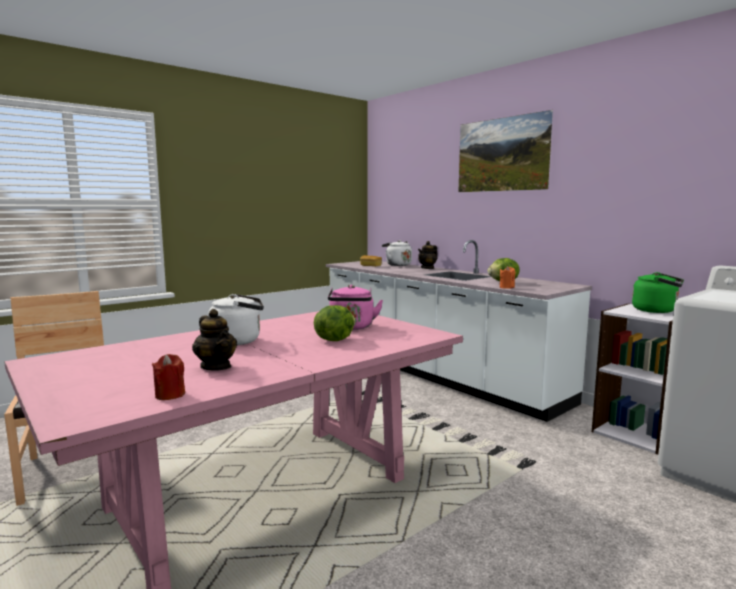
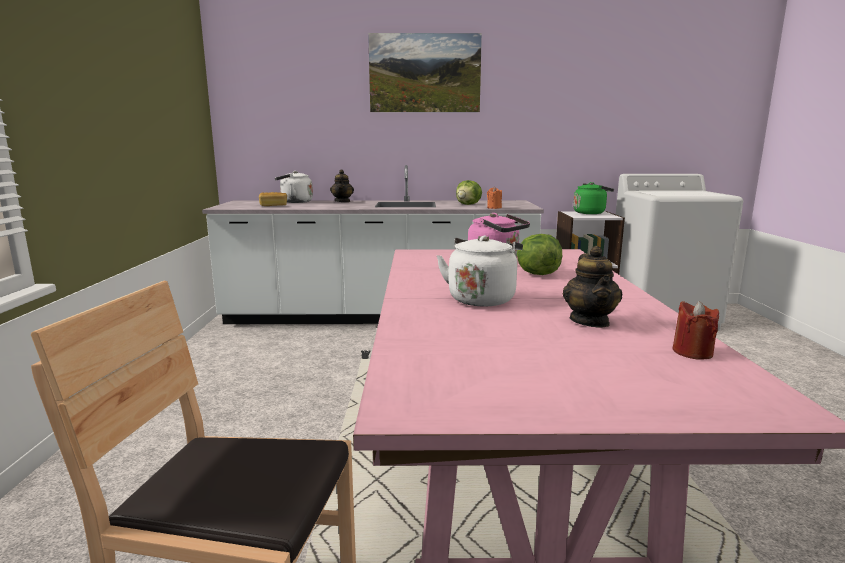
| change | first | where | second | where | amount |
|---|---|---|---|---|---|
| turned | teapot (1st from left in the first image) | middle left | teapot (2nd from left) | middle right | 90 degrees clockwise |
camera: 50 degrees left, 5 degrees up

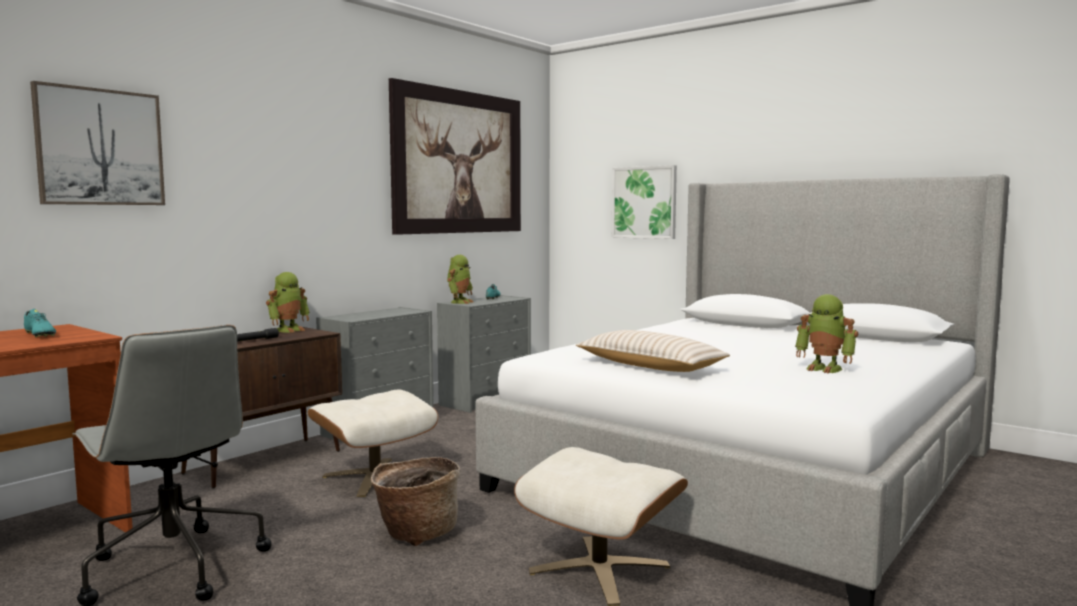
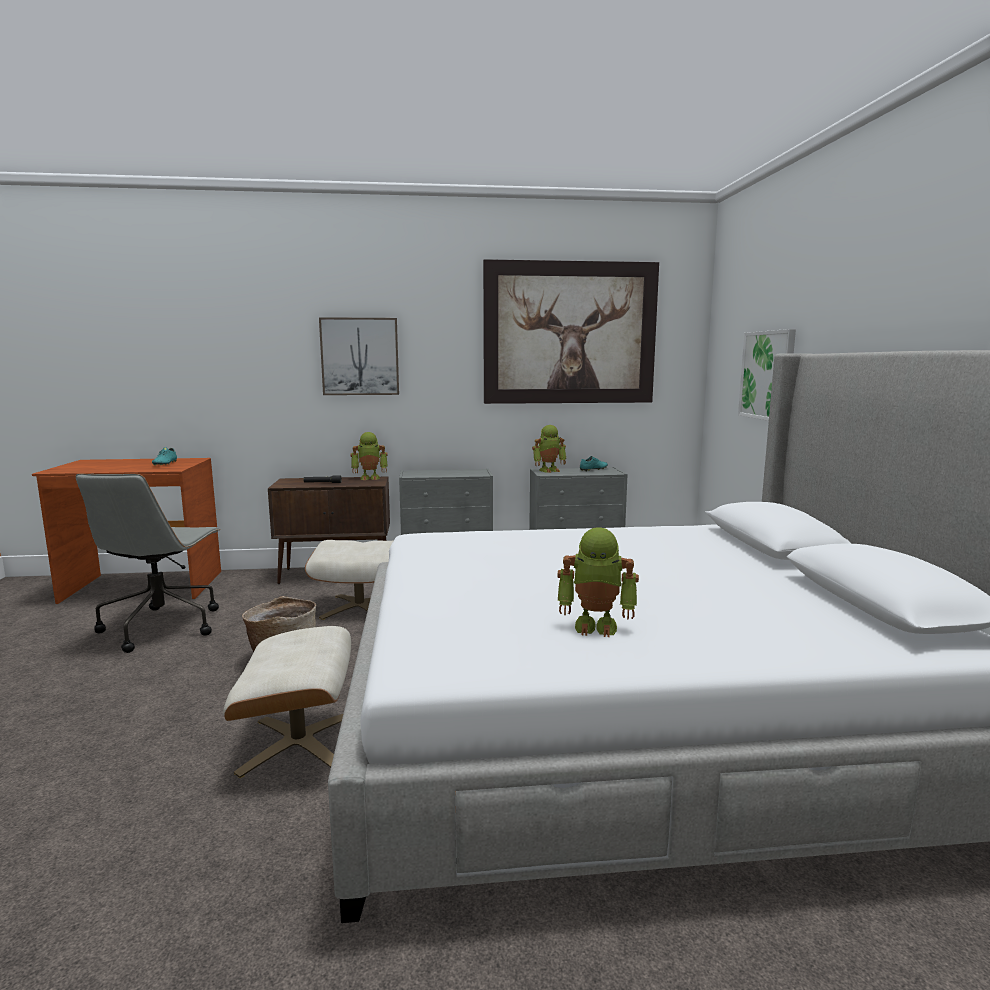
| change | first | where | second | where | amount |
|---|---|---|---|---|---|
| moved | wall art (1st from left) | top left |  | centre |  |
| removed | pillow/beige | centre |  |  |  |
| turned | model robot (3rd from left) | middle right |  | centre | 75 degrees counterclockwise |
camera: 45 degrees right, 5 degrees up

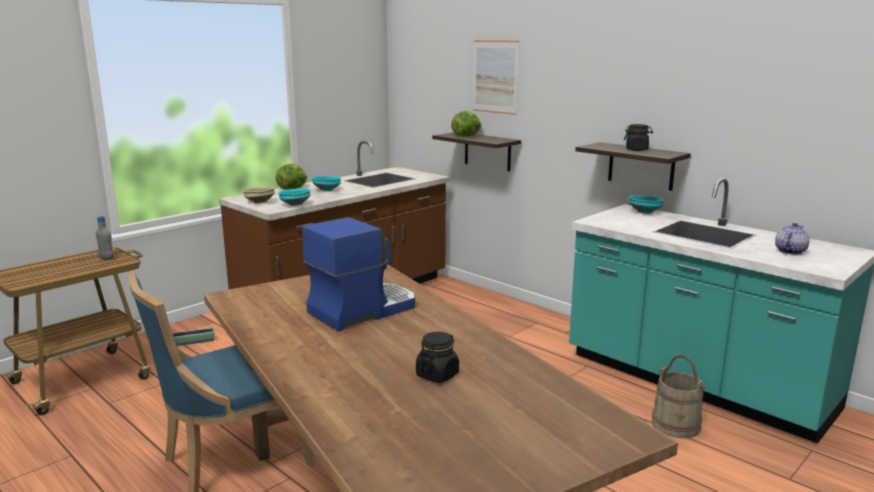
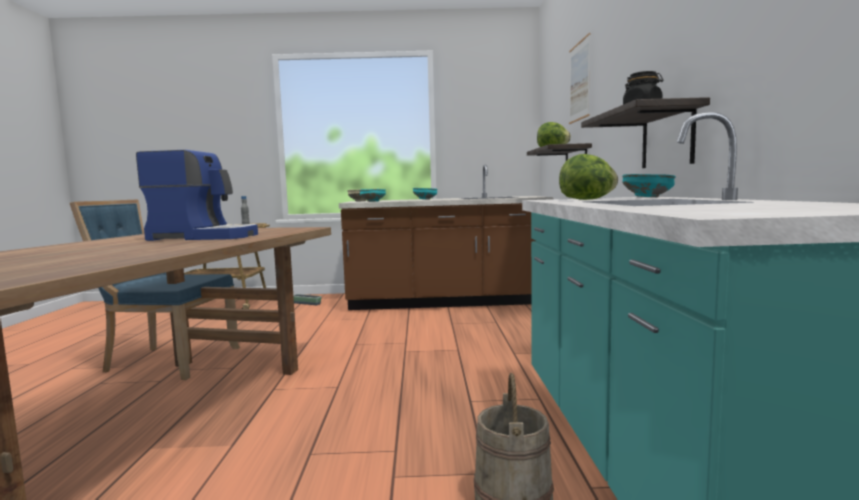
| change | first | where | second | where | amount |
|---|---|---|---|---|---|
| moved | lettuce head (1st from left in the first image) | middle left | lettuce head (2nd from left) | middle right |  |
| removed | jar/black-coloured (1st from left) | bottom centre |  |  |  |
| removed | teapot | middle right |  |  |  |
camera: 45 degrees right, 10 degrees down

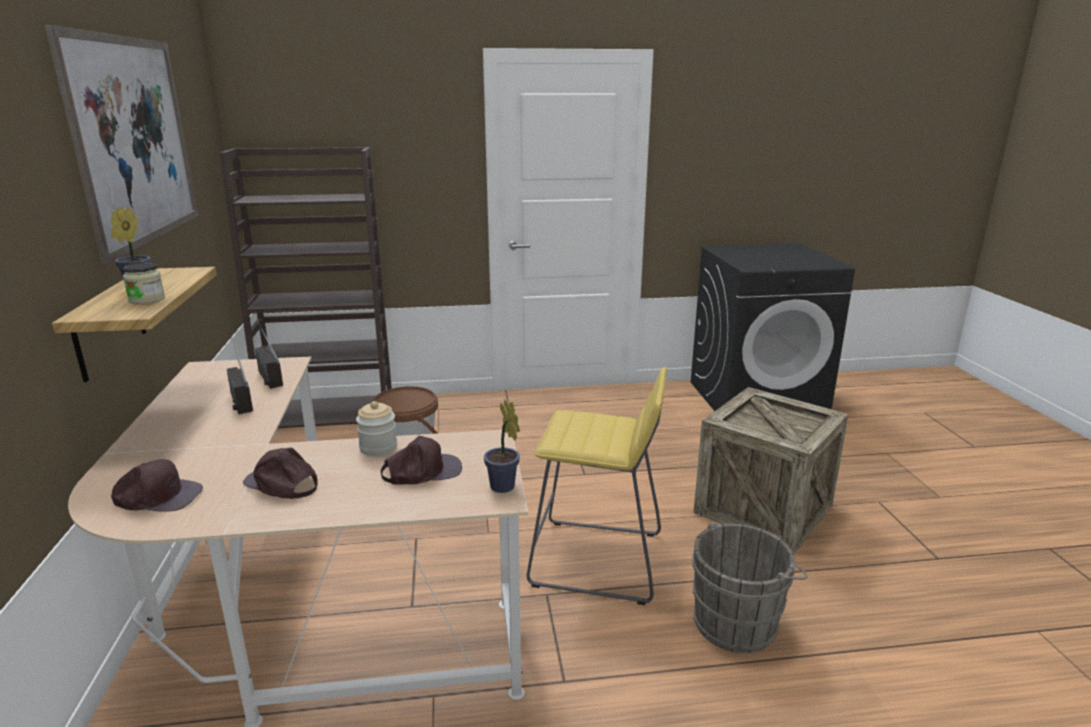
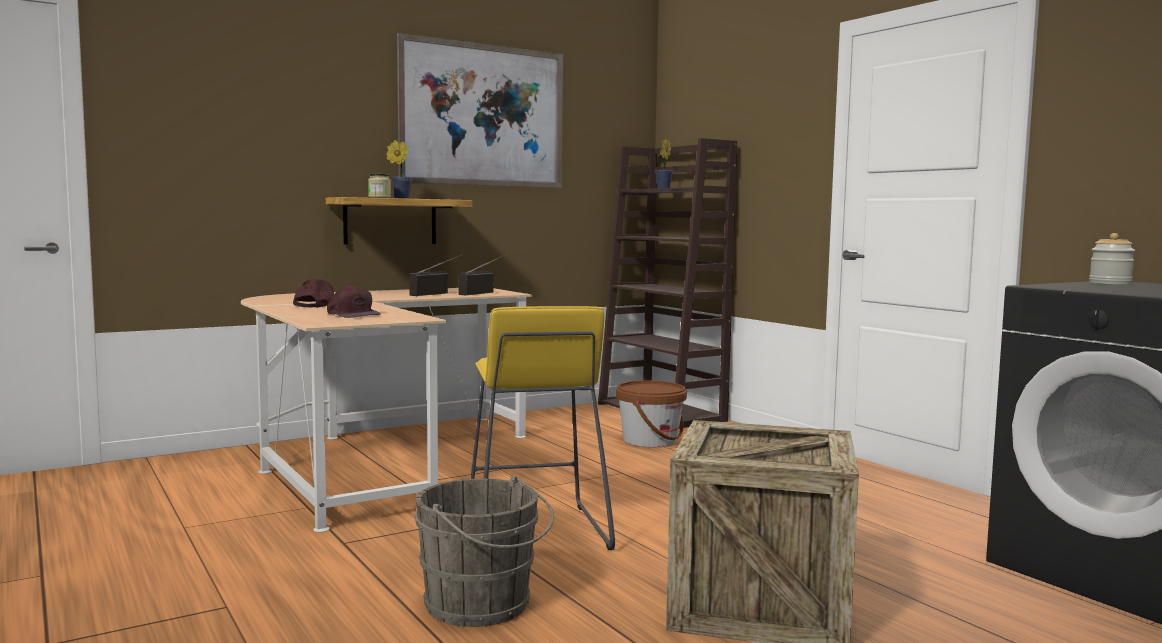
| change | first | where | second | where | amount |
|---|---|---|---|---|---|
| removed | cap/brown-coloured (1st from left) | bottom left |  |  |  |
| moved | jar (2nd from left) | centre |  | middle right |  |
| moved | potted plant (2nd from left) | centre |  | top centre |  |
camera: 65 degrees right, 15 degrees down

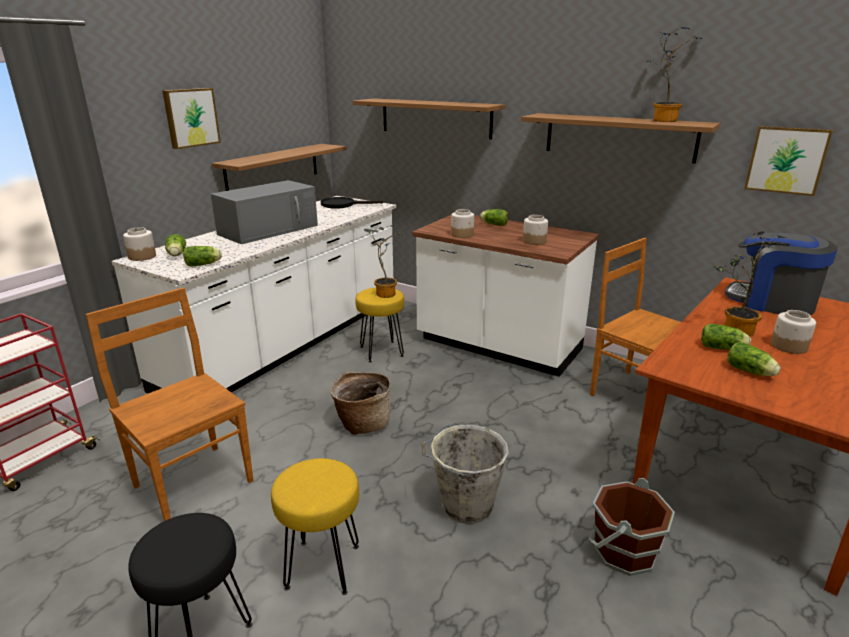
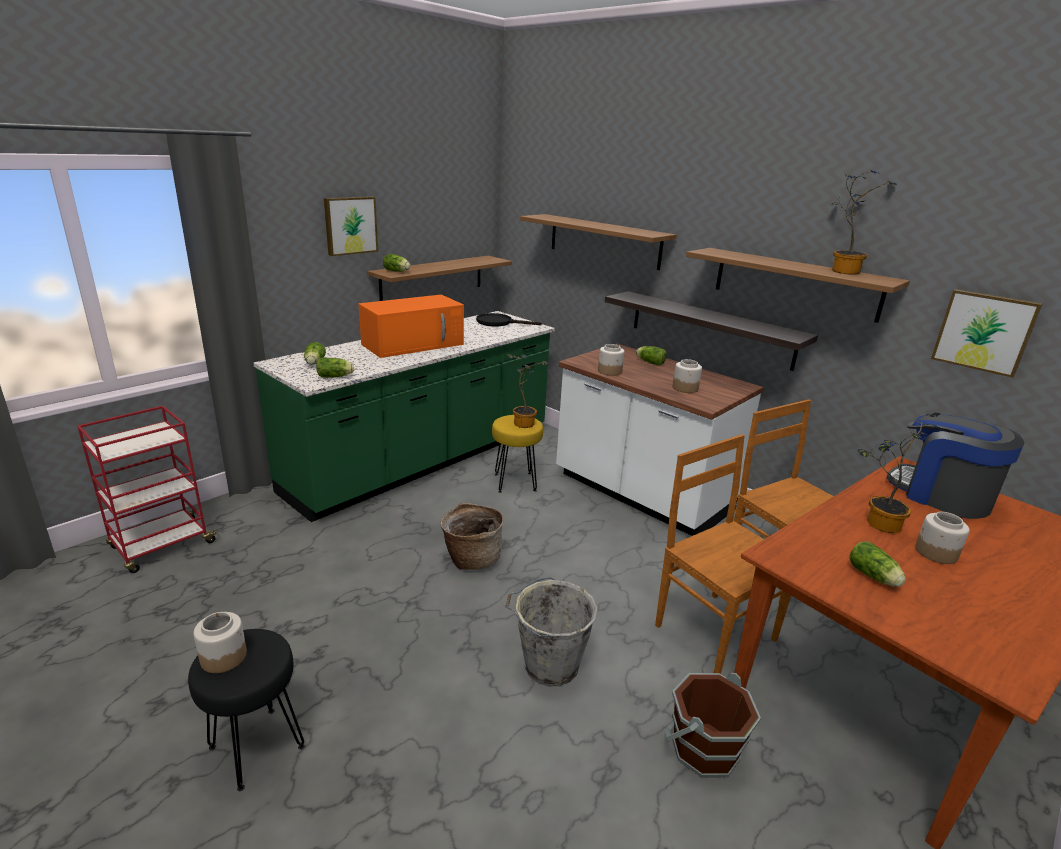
| change | first | where | second | where | amount |
|---|---|---|---|---|---|
| moved | plain chair/brown-coloured (1st from left) | middle left |  | middle right |  |
| recoloured | kitchen counter/white-coloured (1st from left) | middle left | kitchen counter/greenish | centre |  |
| moved | jar (1st from left) | middle left |  | bottom left |  |
| recoloured | microwave oven/greyish | top left | microwave oven/orangey | centre |  |
| removed | stool seat/yellow (1st from left) | bottom centre |  |  |  |
| moved | lettuce head (4th from left in the first image) | middle right | lettuce head (3rd from left) | top centre |  |
| added |  |  | shelf (3rd from left) | middle right |  |
camera: 10 degrees right, 0 degrees up

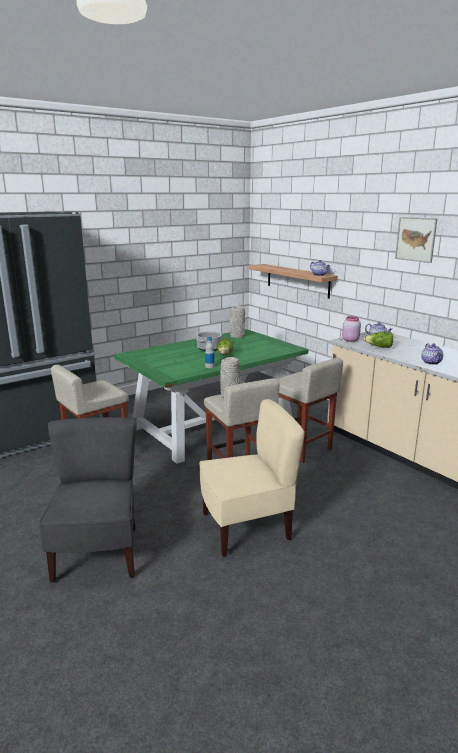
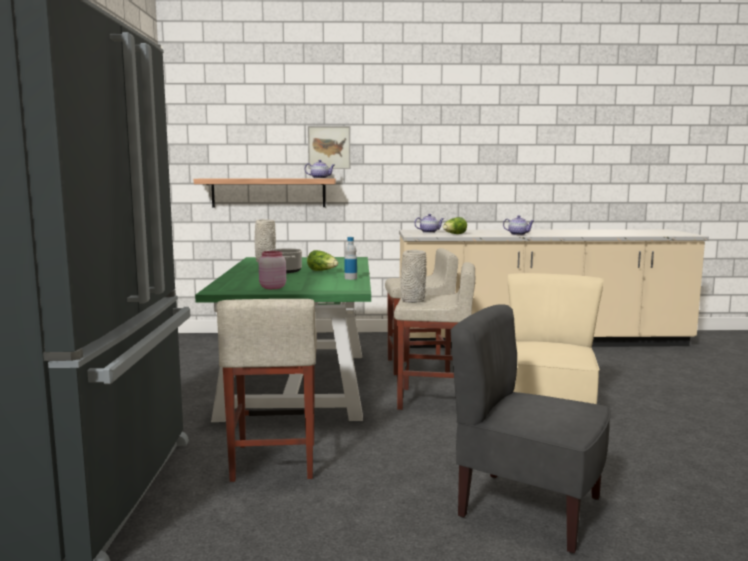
| change | first | where | second | where | amount |
|---|---|---|---|---|---|
| moved | jar/pink | middle right |  | centre |  |
| moved | wall art | top right |  | top centre |  |
camera: 55 degrees left, 10 degrees down

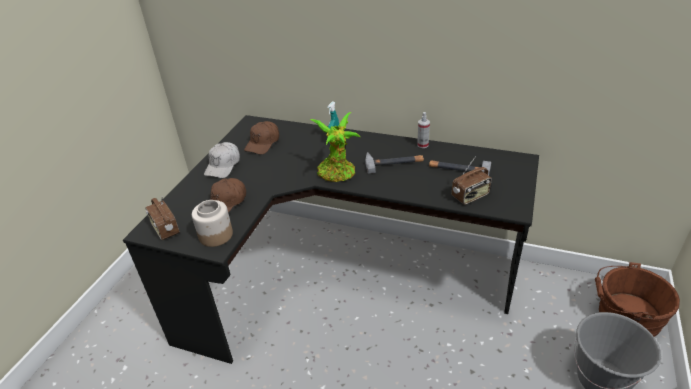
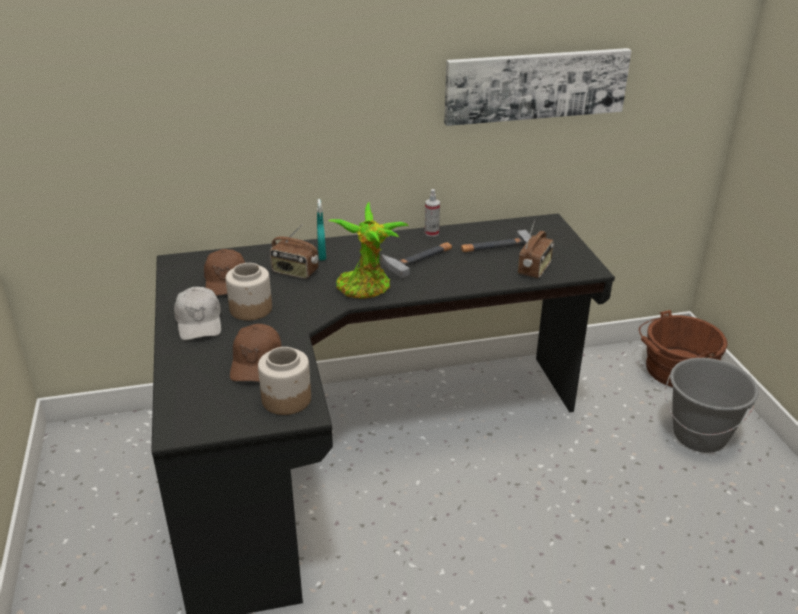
| change | first | where | second | where | amount |
|---|---|---|---|---|---|
| moved | radio (1st from left) | middle left |  | centre |  |
| added |  |  | jar (1st from left) | middle left |  |
| added |  |  | wall art | top right |  |
camera: 35 degrees left, 5 degrees down

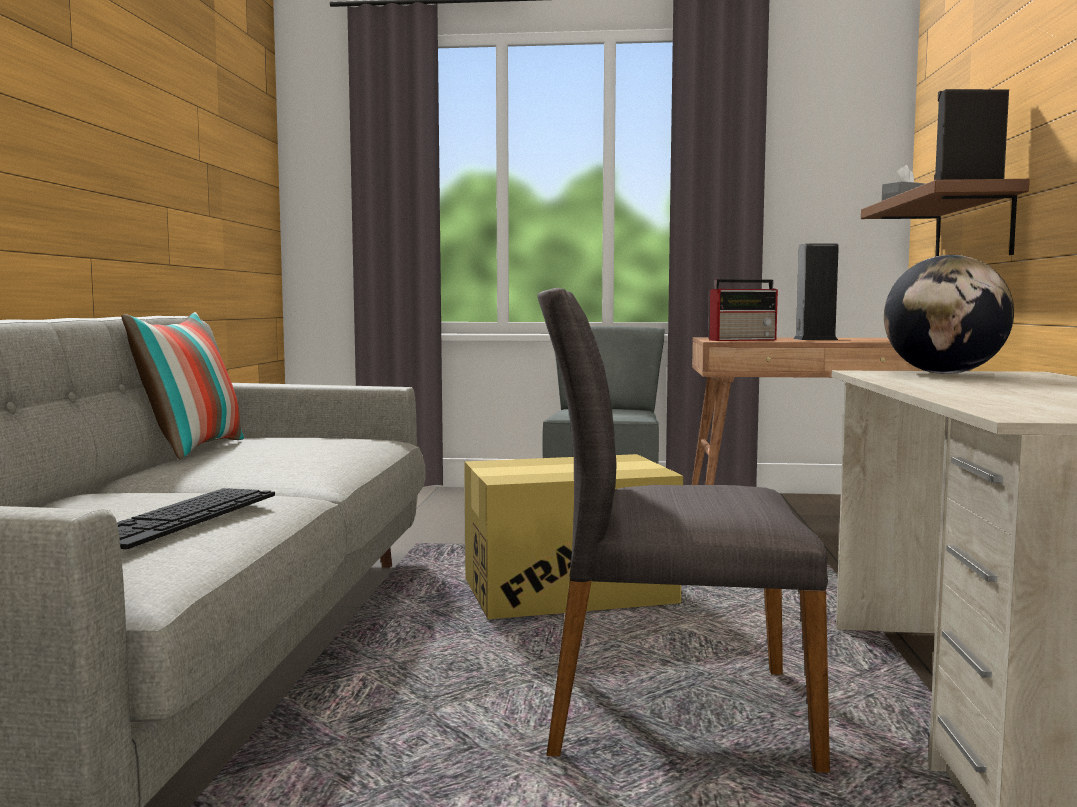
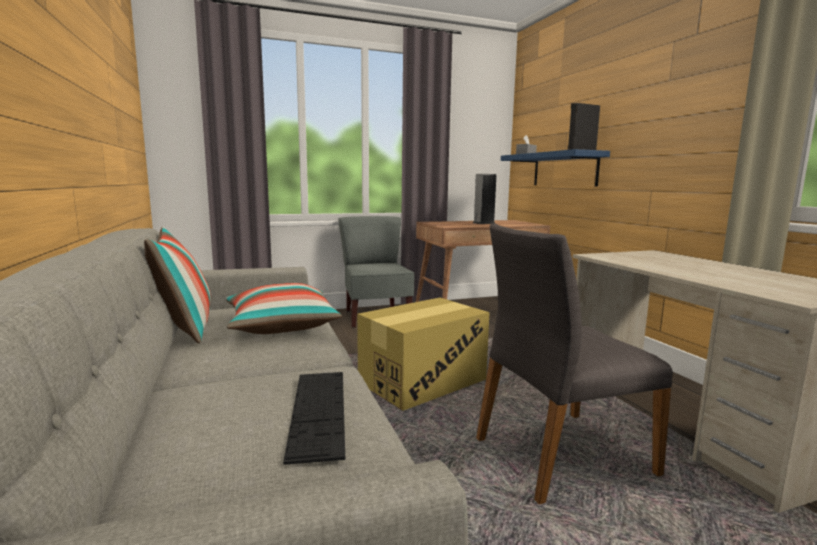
| change | first | where | second | where | amount |
|---|---|---|---|---|---|
| removed | radio | middle right |  |  |  |
| recoloured | shelf/brown-coloured | top right | shelf/blue-coloured | top right |  |
| removed | globe | middle right |  |  |  |
| added |  |  | pillow (2nd from left) | centre |  |
camera: 25 degrees left, 5 degrees up

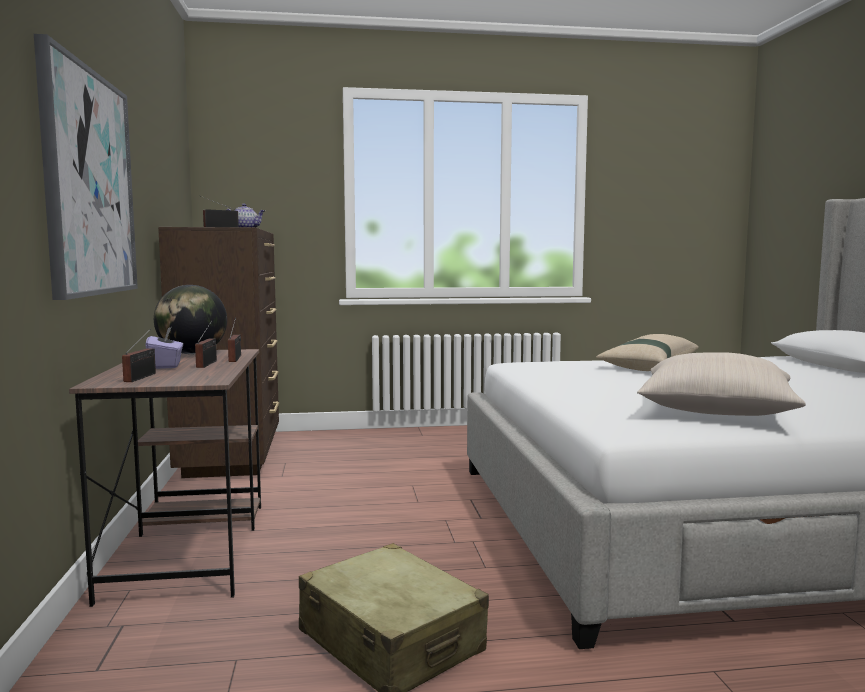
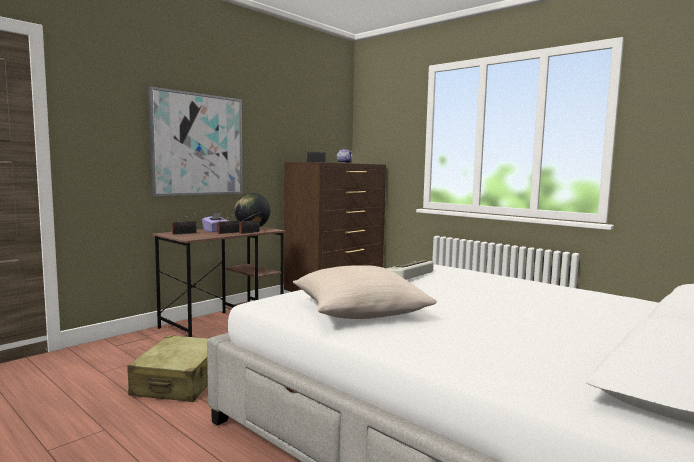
| change | first | where | second | where | amount |
|---|---|---|---|---|---|
| removed | pillow/beige (1st from left) | middle right |  |  |  |
| added |  |  | computer keyboard | centre |  |
camera: 50 degrees right, 0 degrees up

